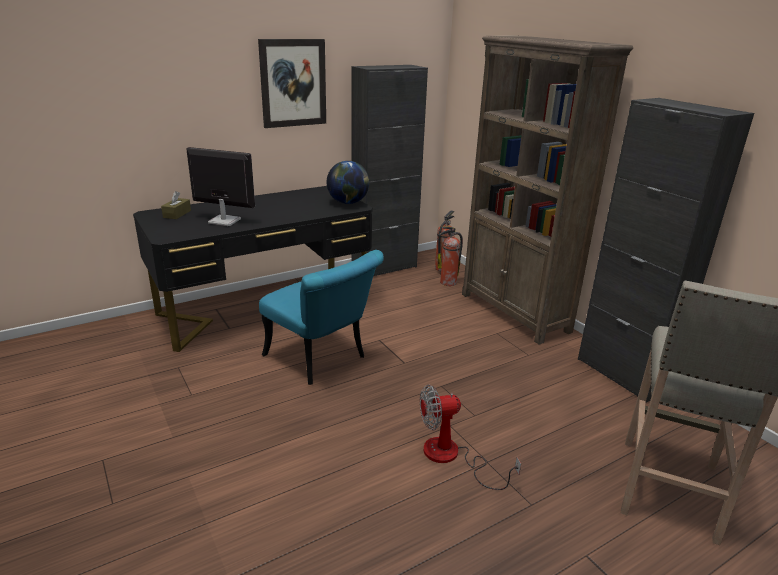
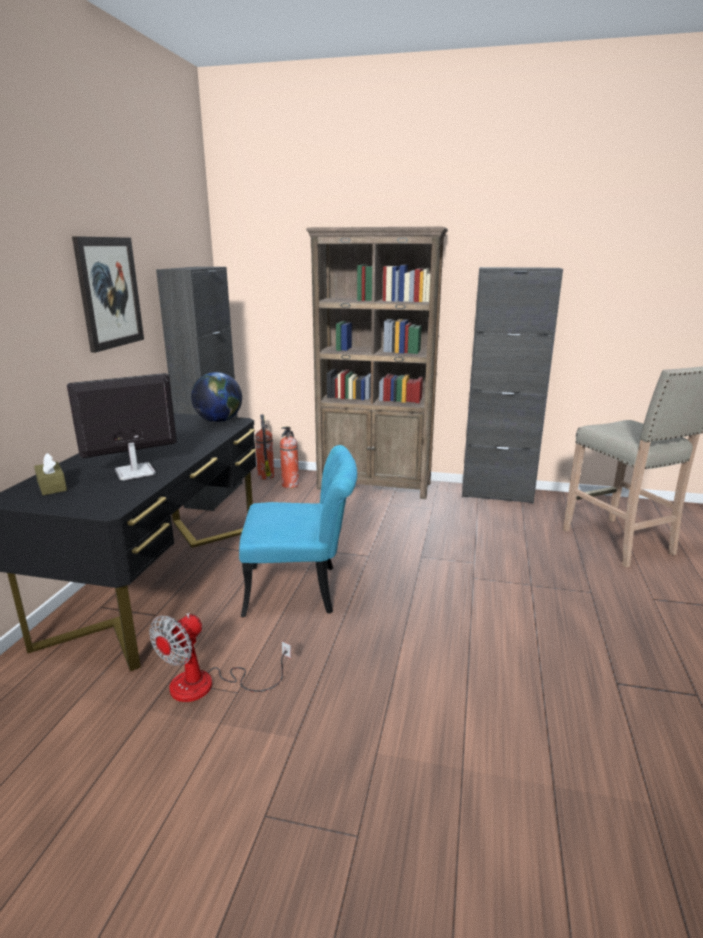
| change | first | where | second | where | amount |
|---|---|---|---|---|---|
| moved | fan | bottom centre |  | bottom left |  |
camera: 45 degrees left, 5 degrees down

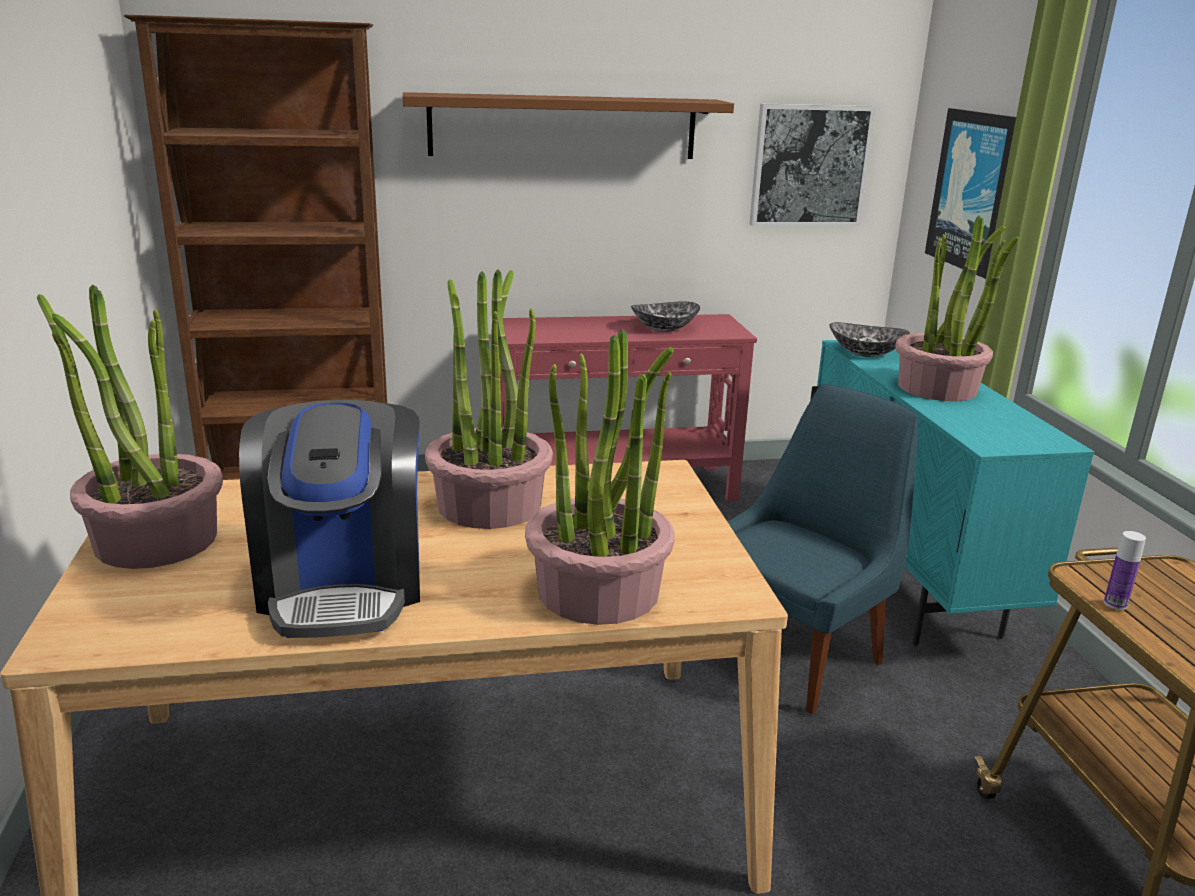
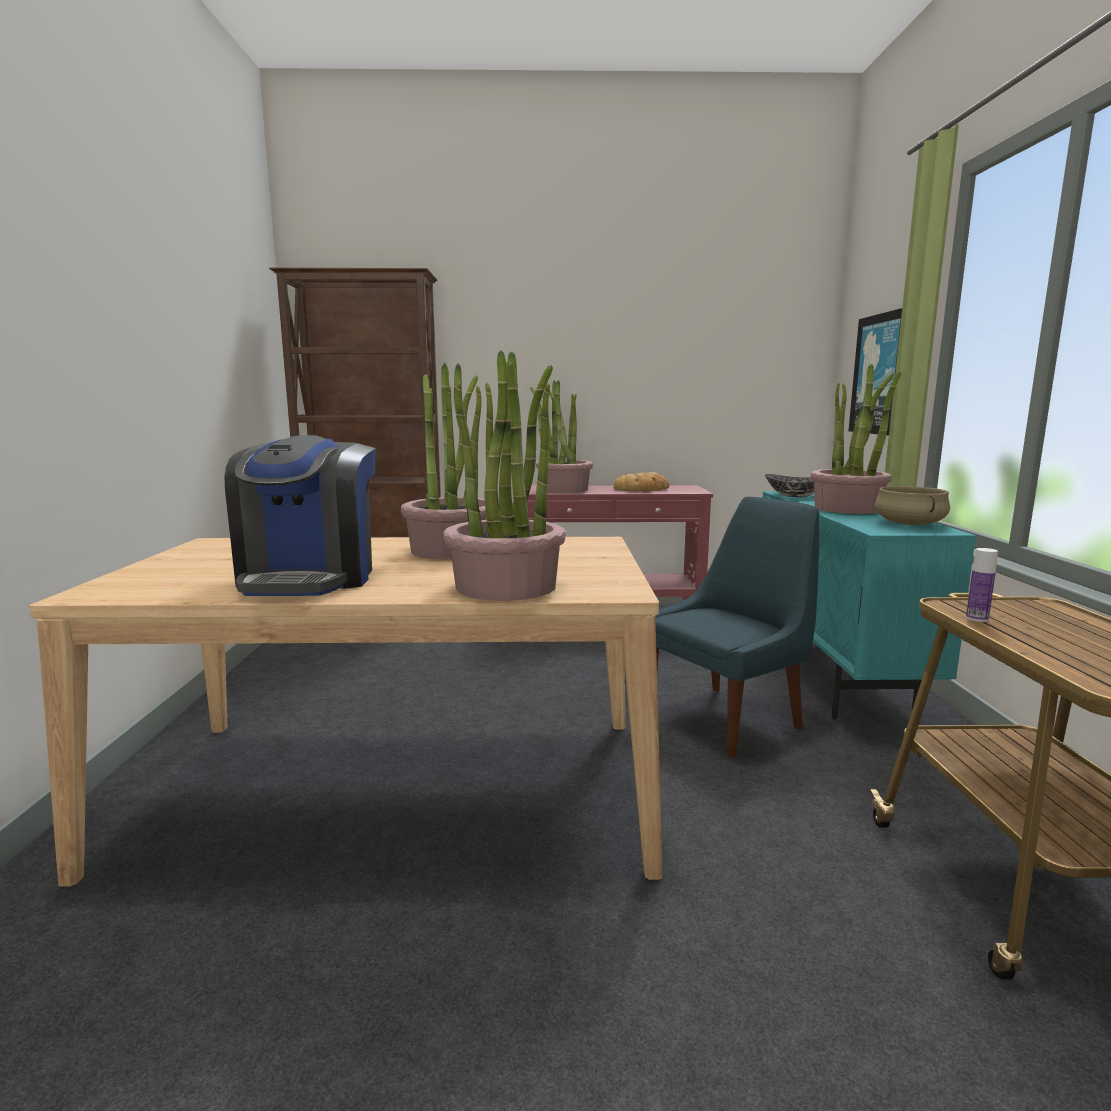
| change | first | where | second | where | amount |
|---|---|---|---|---|---|
| moved | potted plant (1st from left in the first image) | middle left | potted plant (3rd from left) | centre |  |
| removed | shelf/brown-coloured | top centre |  |  |  |
| replaced | deep dish (1st from left) | centre | baked bread | centre |  |
| removed | wall art (1st from left) | top right |  |  |  |
| added |  |  | cooking pot/beige | middle right |  |
camera: 10 degrees right, 10 degrees down

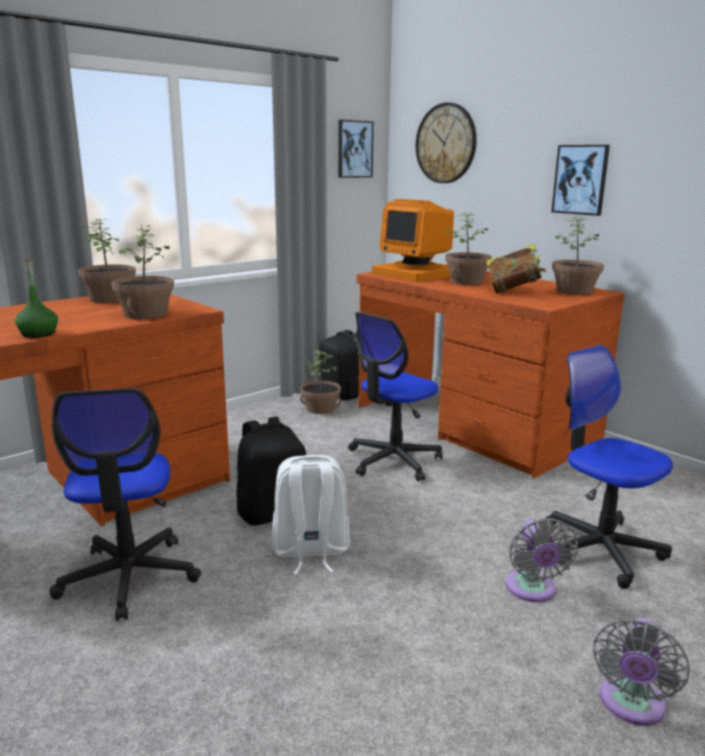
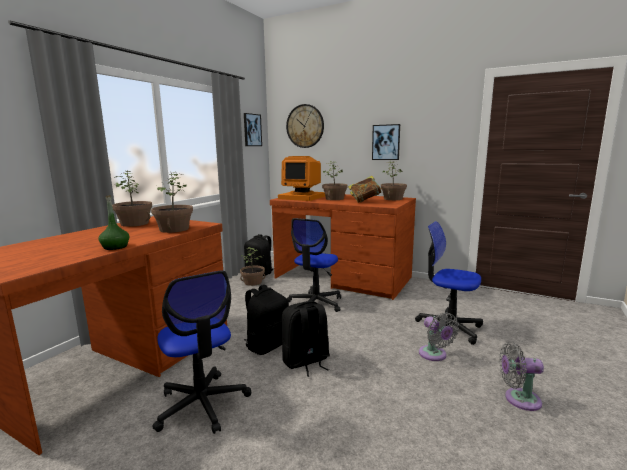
| change | first | where | second | where | amount |
|---|---|---|---|---|---|
| recoloured | backpack/white-coloured | bottom centre | backpack/black-coloured (3rd from left) | bottom centre |  |
| turned | fan/greyish (2nd from left) | bottom right |  | bottom right | 90 degrees clockwise |
camera: 20 degrees left, 5 degrees down

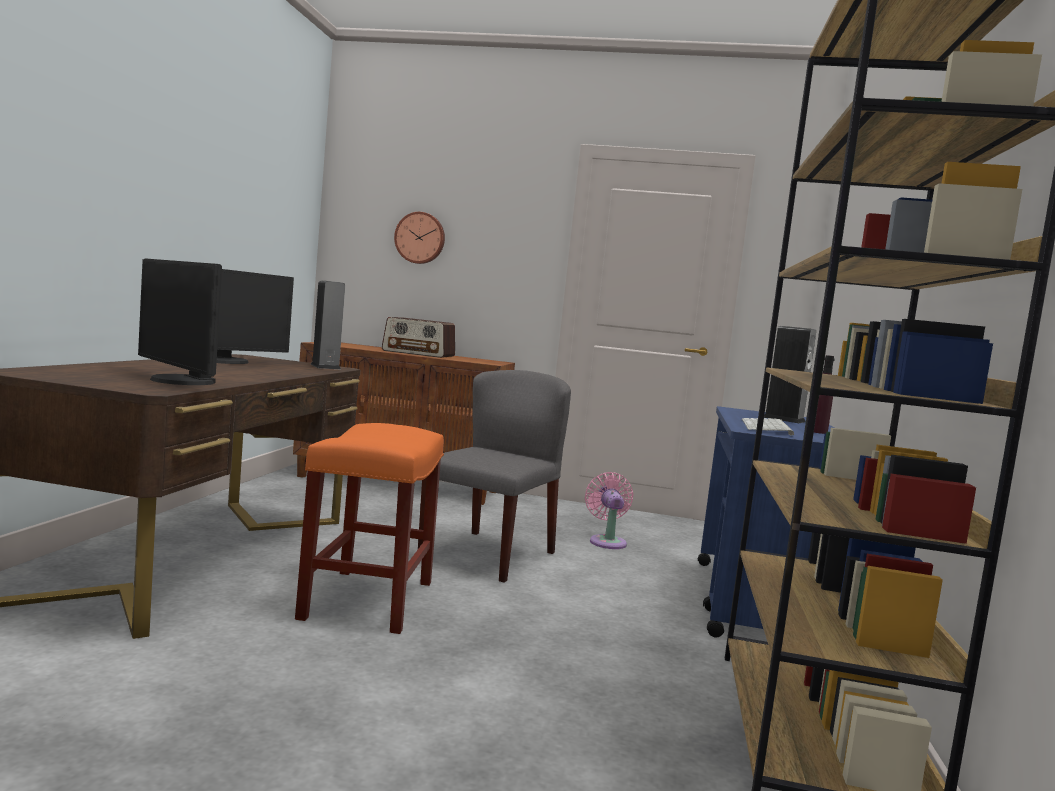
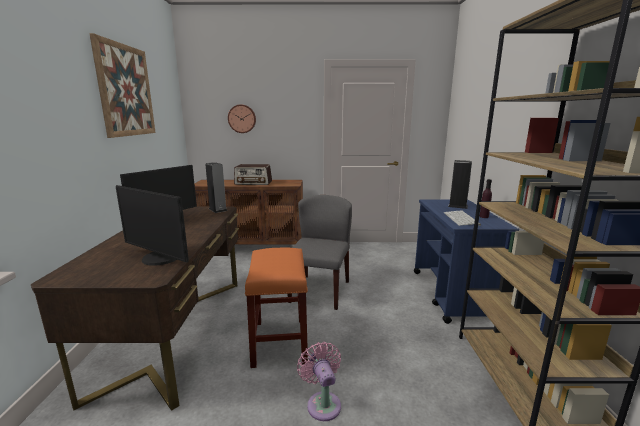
| change | first | where | second | where | amount |
|---|---|---|---|---|---|
| moved | fan/pink | centre |  | bottom centre |  |
| added |  |  | wall art | top left |  |
camera: 10 degrees left, 10 degrees up

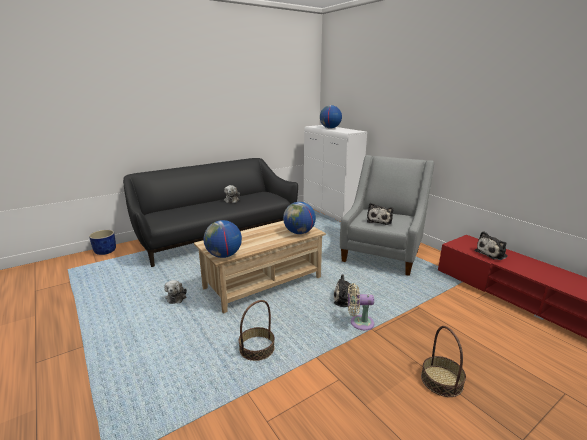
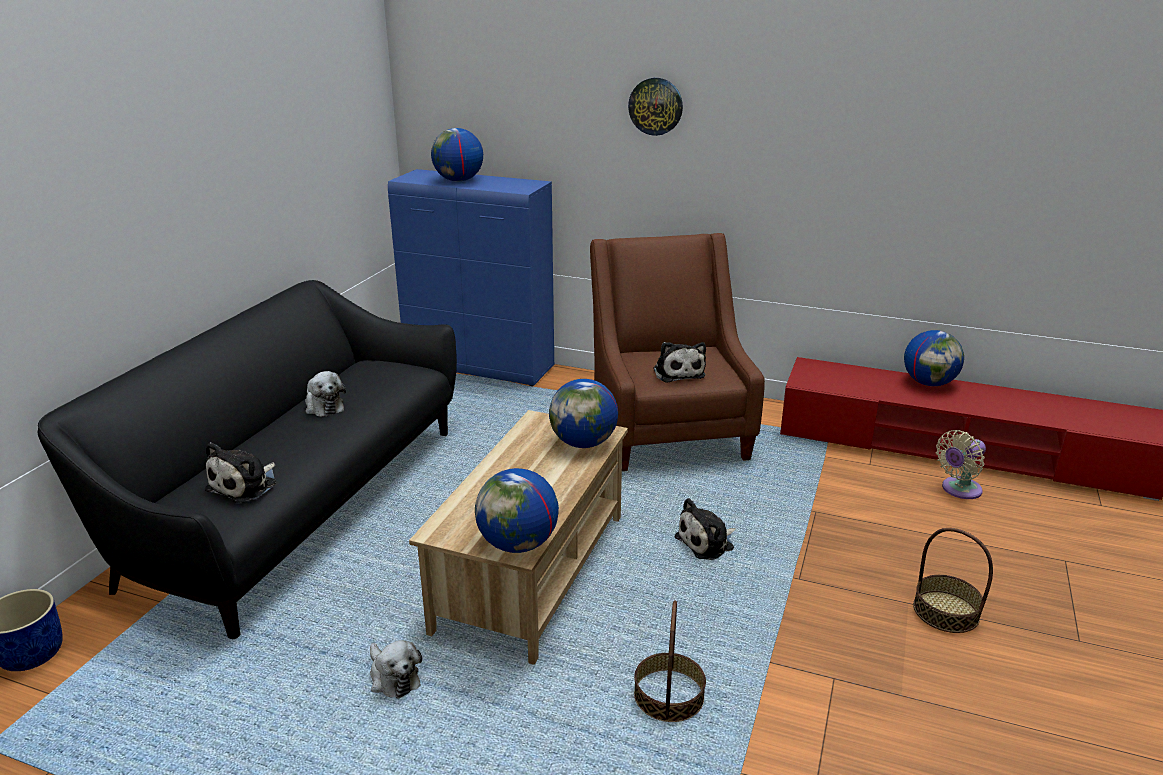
| change | first | where | second | where | amount |
|---|---|---|---|---|---|
| recoloured | cupboard/white-coloured | centre | cupboard/blue-coloured | centre |  |
| recoloured | lounge chair/greyish | centre | lounge chair/brown-coloured | centre |  |
| moved | fan/beige | bottom centre |  | middle right |  |
| moved | soft toy (5th from left in the first image) | middle right | soft toy (1st from left) | middle left |  |
| added |  |  | wall clock | top centre |  |
| added |  |  | globe (4th from left) | middle right |  |
camera: 35 degrees left, 5 degrees up

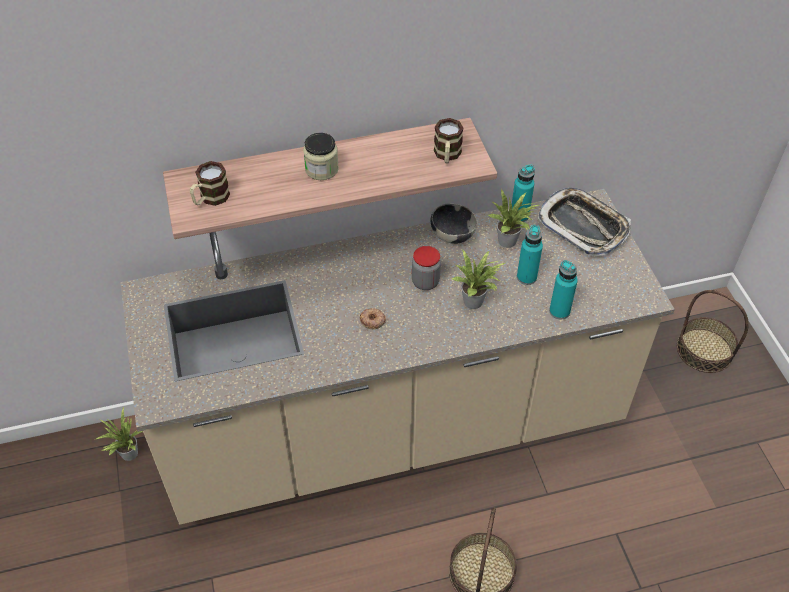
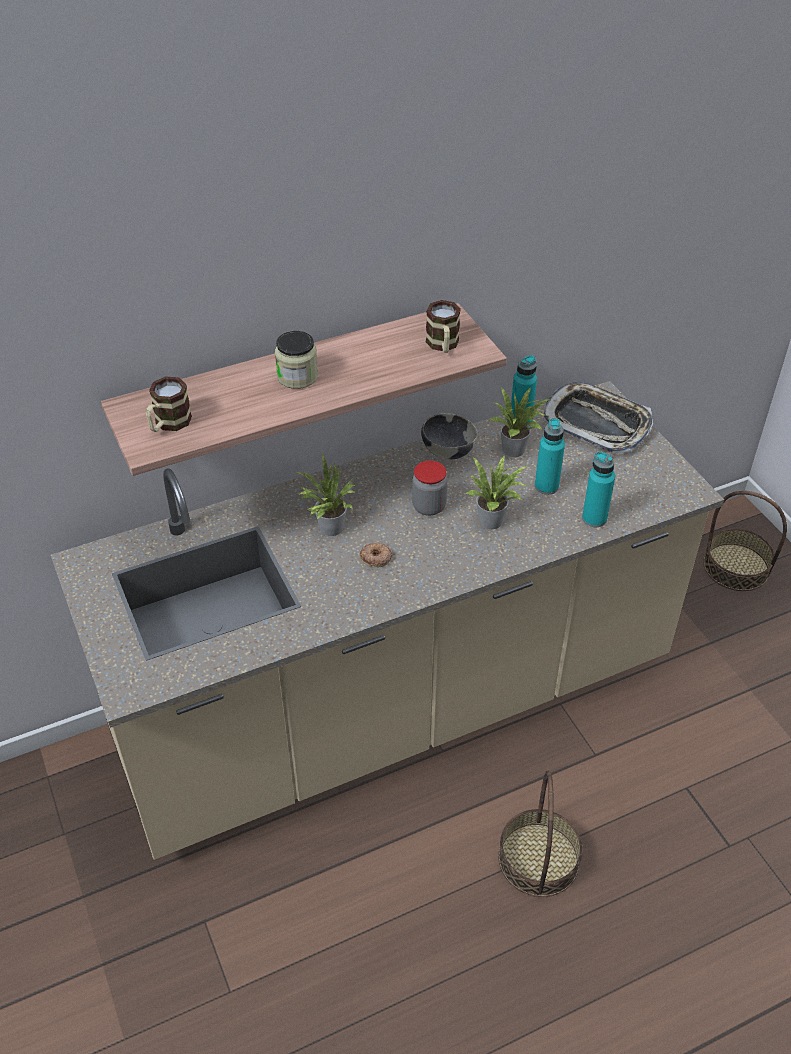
| change | first | where | second | where | amount |
|---|---|---|---|---|---|
| moved | potted plant (1st from left) | bottom left |  | centre |  |
camera: 10 degrees left, 5 degrees down

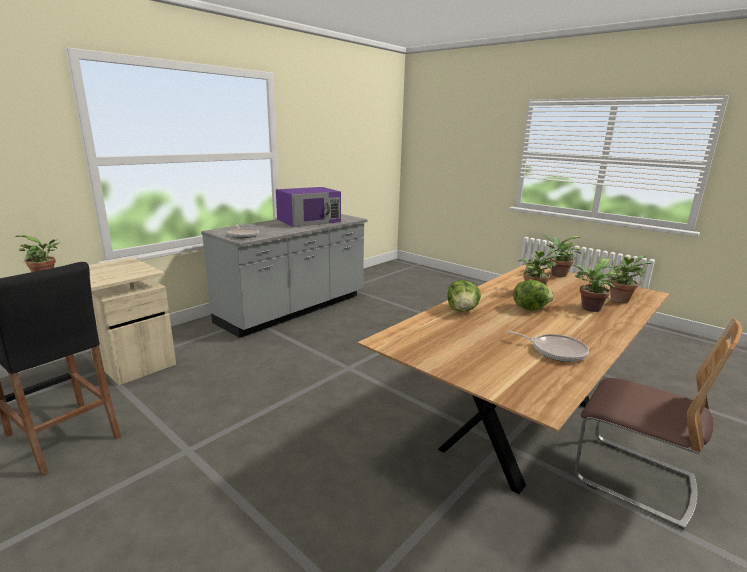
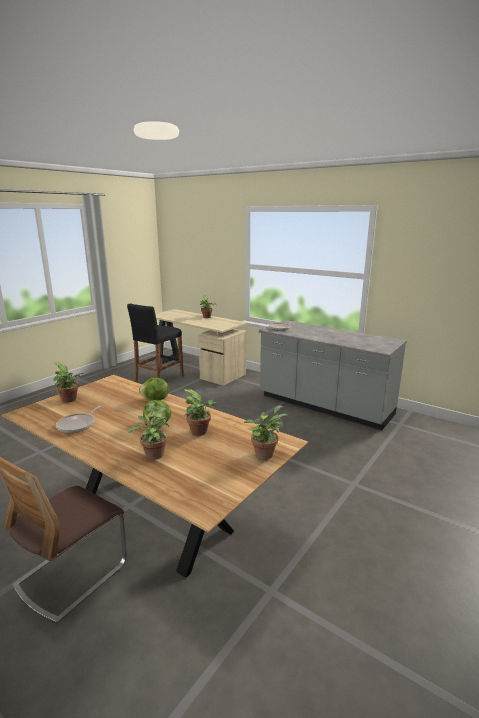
| change | first | where | second | where | amount |
|---|---|---|---|---|---|
| removed | microwave oven/purple-coloured | centre |  |  |  |
| moved | potted plant (5th from left in the first image) | middle right | potted plant (1st from left) | middle left |  |
camera: 85 degrees right, 0 degrees up

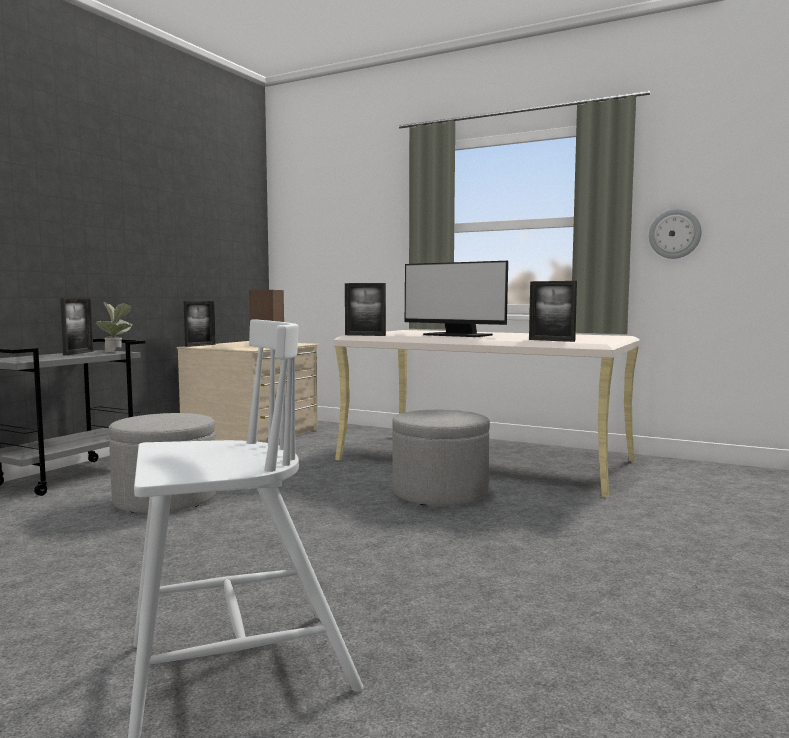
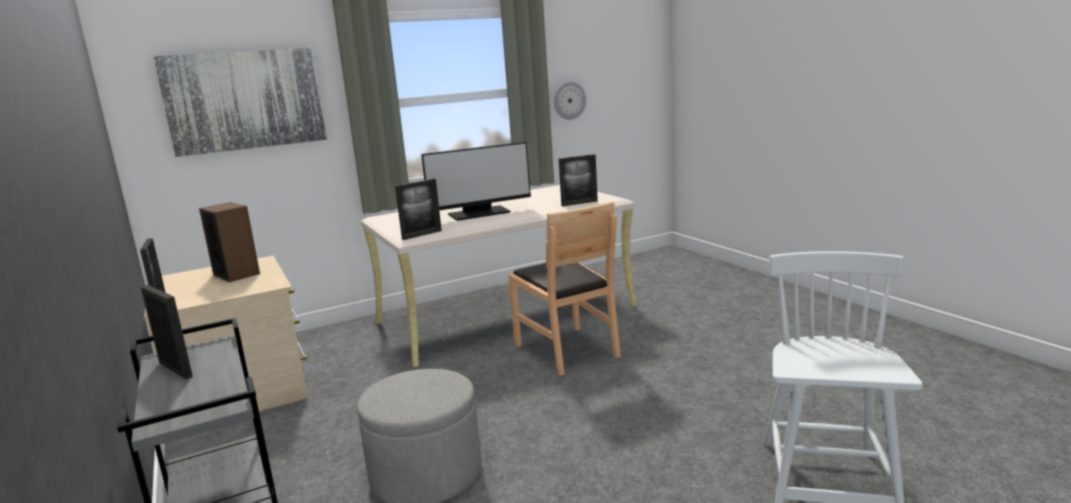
| change | first | where | second | where | amount |
|---|---|---|---|---|---|
| removed | potted plant | middle left |  |  |  |
| replaced | pouffe/greyish (2nd from left) | centre | plain chair/brown-coloured | centre |  |
| added |  |  | wall art | top left |  |
camera: 55 degrees left, 10 degrees up

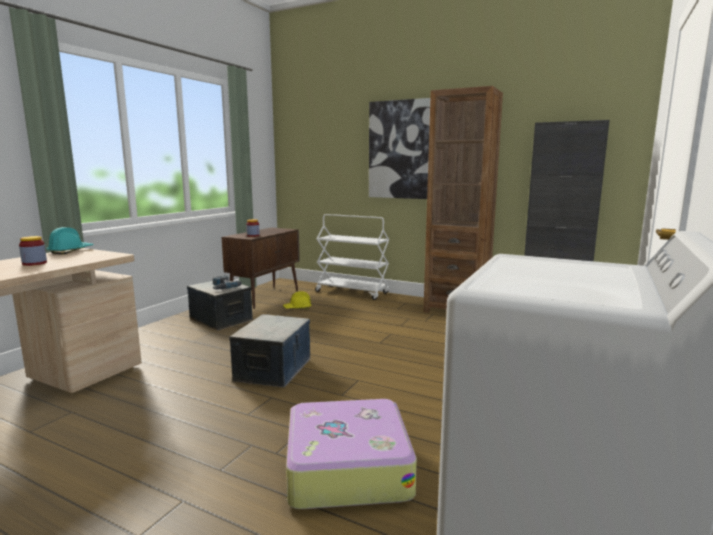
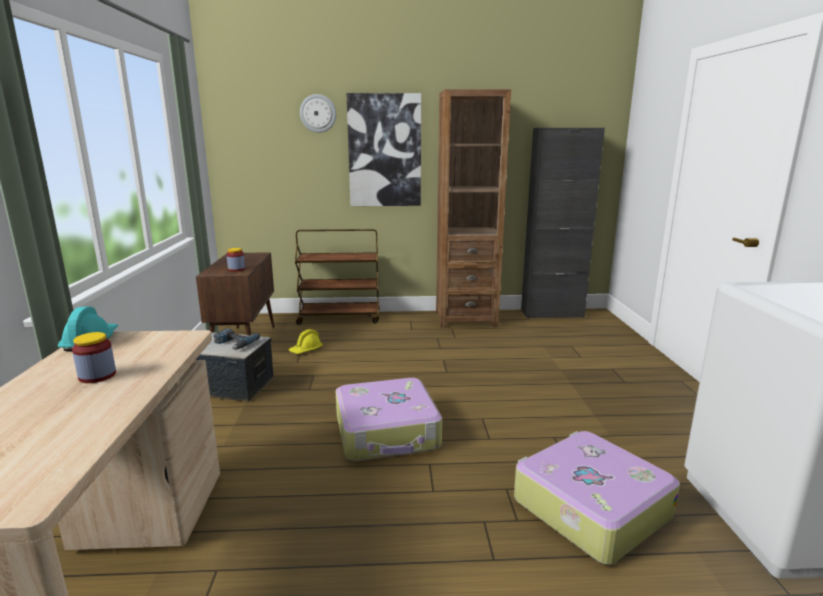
| change | first | where | second | where | amount |
|---|---|---|---|---|---|
| replaced | storage container (2nd from left) | centre | piece of luggage (1st from left) | bottom centre |  |
| recoloured | wheeled cart/white-coloured | centre | wheeled cart/brown-coloured | centre |  |
| added |  |  | wall clock | top centre |  |
camera: 30 degrees left, 5 degrees up

